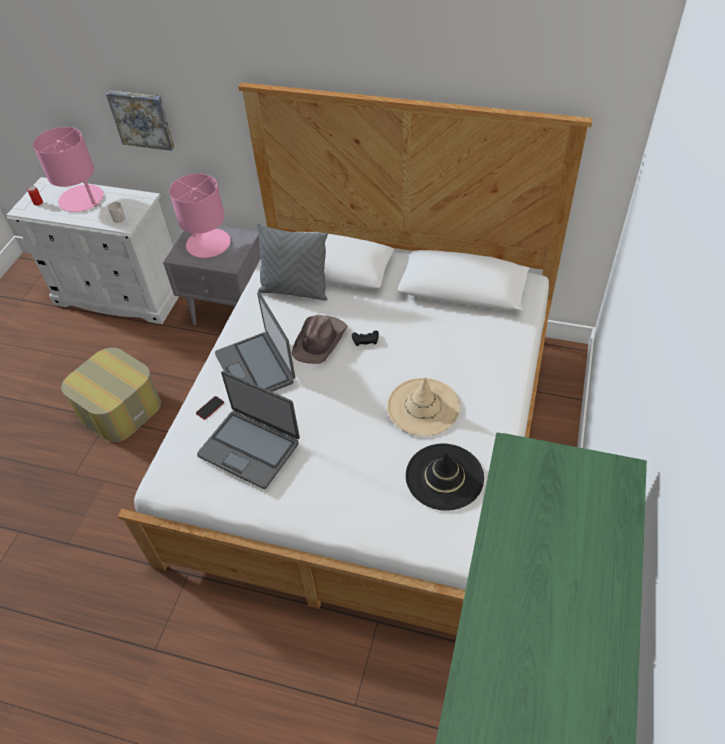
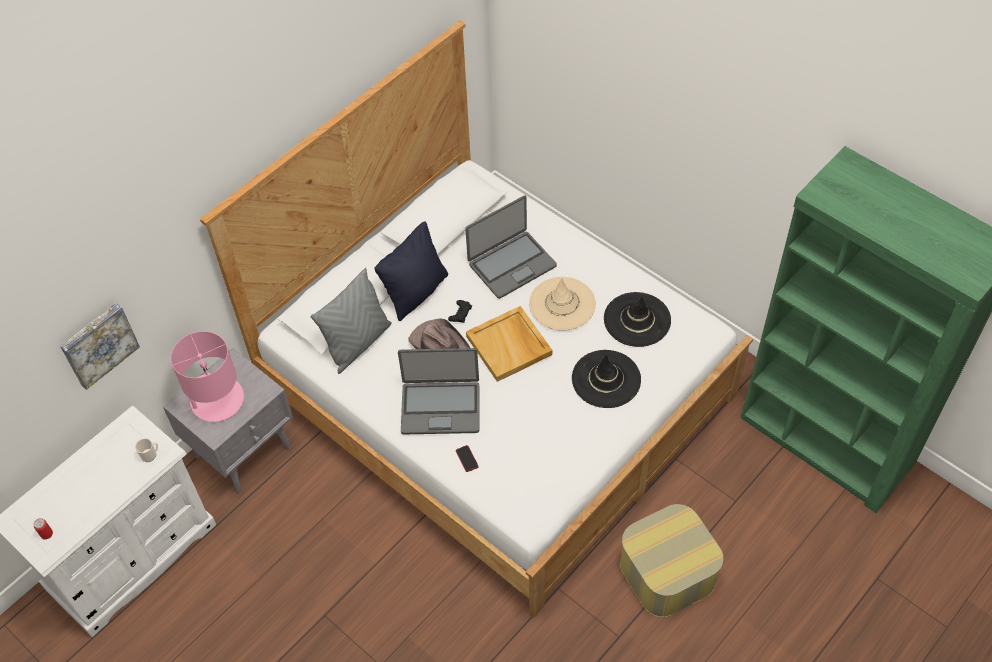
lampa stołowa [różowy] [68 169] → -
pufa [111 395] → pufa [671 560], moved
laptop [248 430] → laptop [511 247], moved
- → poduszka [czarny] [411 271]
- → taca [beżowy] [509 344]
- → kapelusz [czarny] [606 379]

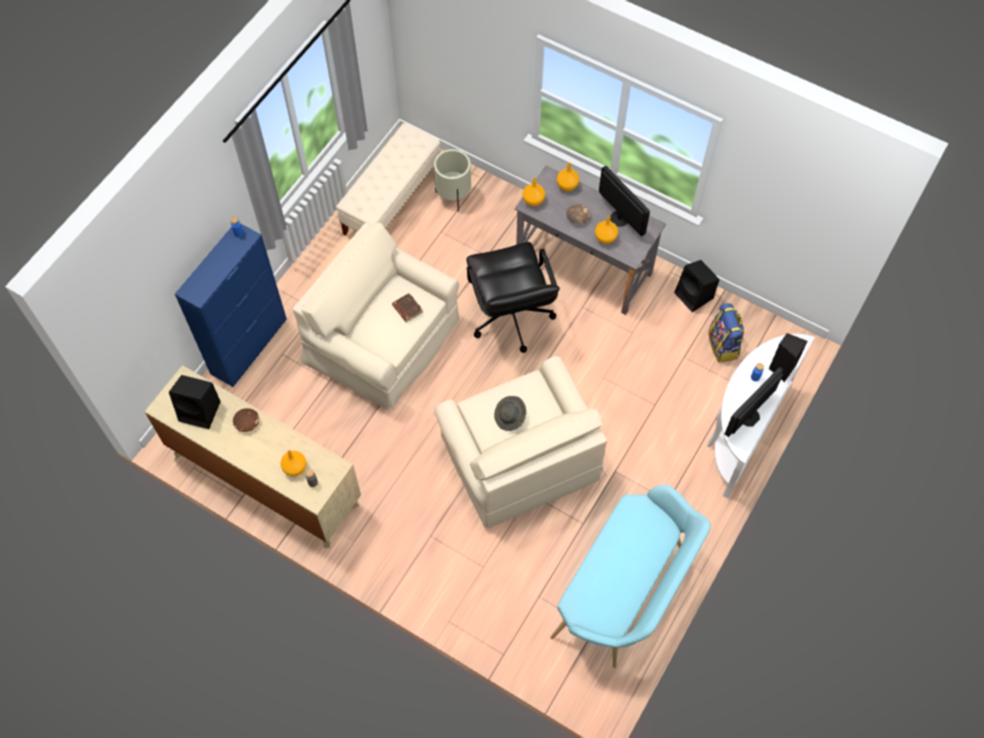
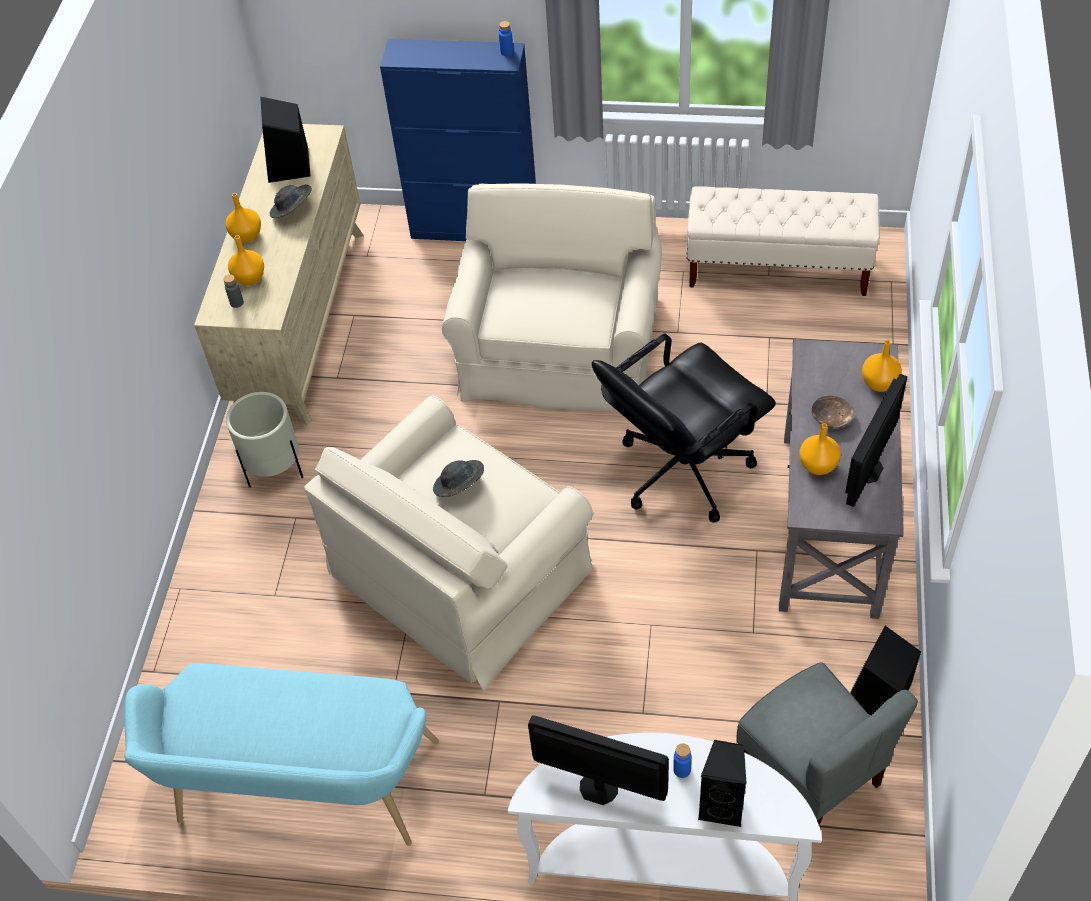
miska [brązowy] [246 420] → kapelusz [szary] [291 201]
książka [brązowy] [407 307] → -
donica [beżowy] [452 180] → donica [beżowy] [264 439], moved
wazon [pomarańczowy] [534 192] → wazon [pomarańczowy] [243 218], moved
plecak [726 332] → krzesło [szary] [827 744]

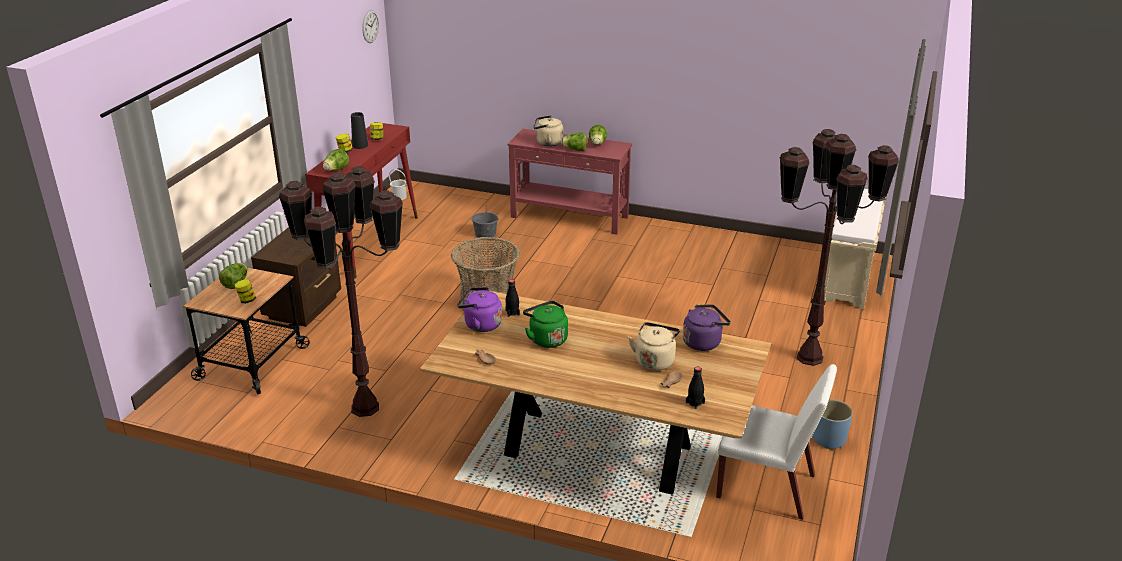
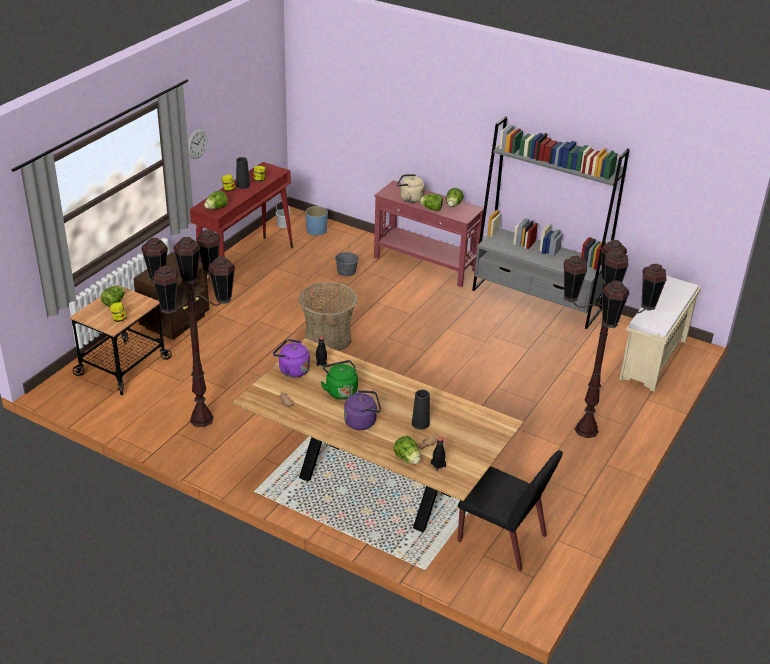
zegar ścienny [370 26] → zegar ścienny [197 144], moved
czajnik [beżowy] [654 346] → wazon [czarny] [421 410]
czajnik [fioletowy] [707 328] → czajnik [fioletowy] [362 410], moved
krzesło [biały] [776 442] → krzesło [czarny] [510 510]
donica [niebieski] [833 424] → donica [niebieski] [316 221], moved
- → sałata [407 450]
- → regał [szary] [551 222]

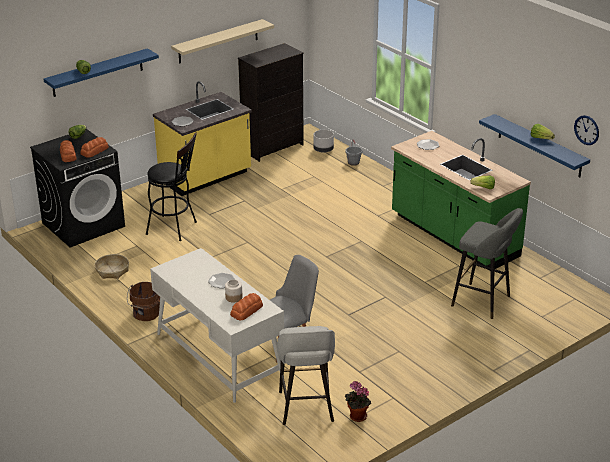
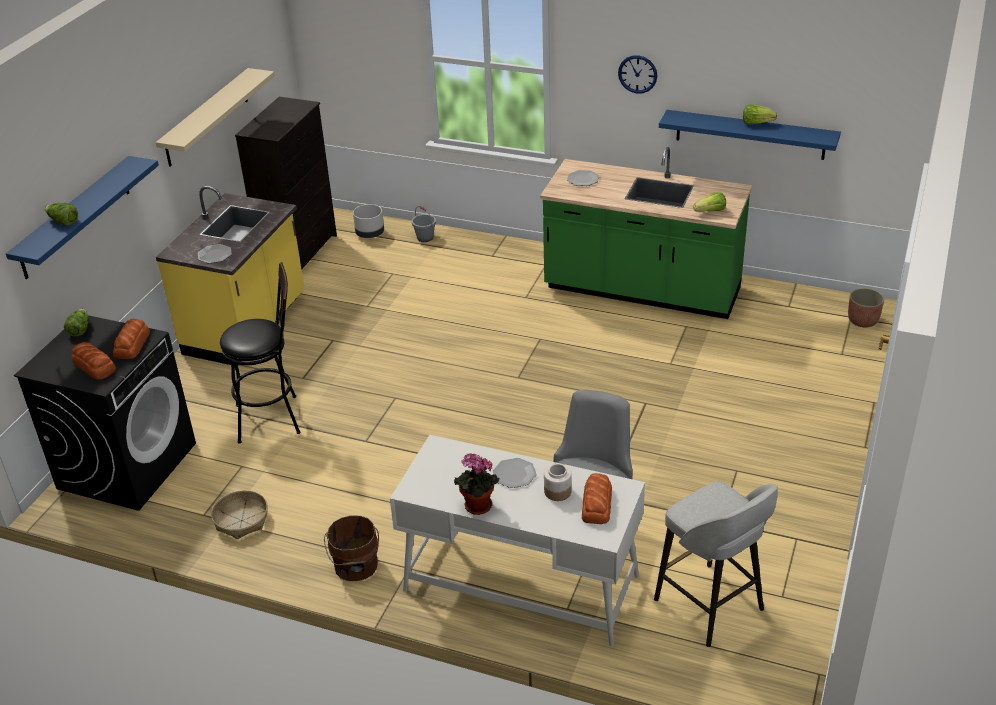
roślina doniczkowa [358 401] → roślina doniczkowa [477 484], moved
stołek [szary] [487 263] → -
zegar ścienny [586 130] → zegar ścienny [637 74], moved
- → donica [866 307]

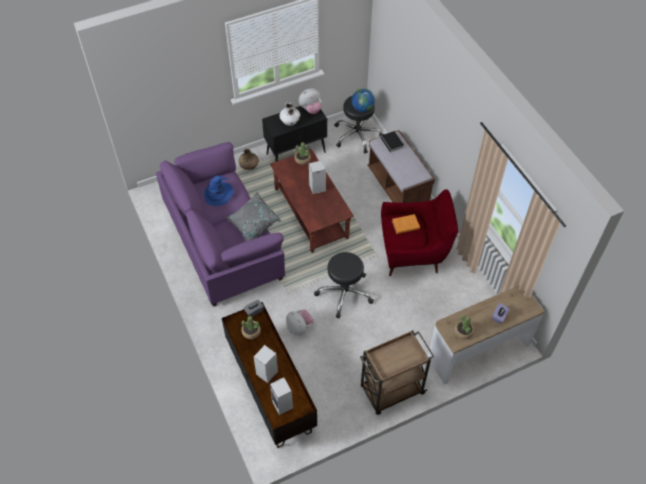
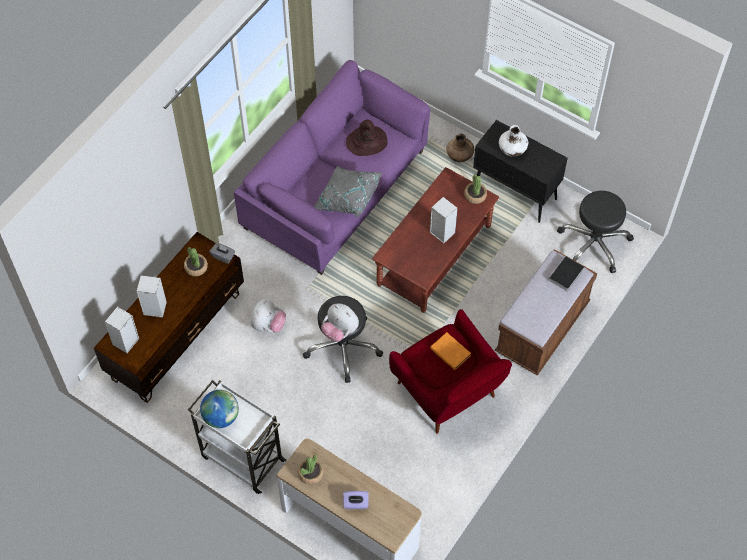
kapelusz [niebieski] [219 191] → kapelusz [brązowy] [367 138]
pluszak [310 101] → pluszak [340 322], moved
globus [363 100] → globus [219 409], moved
wózek [brązowy] [397 372] → wózek [biały] [237 437]

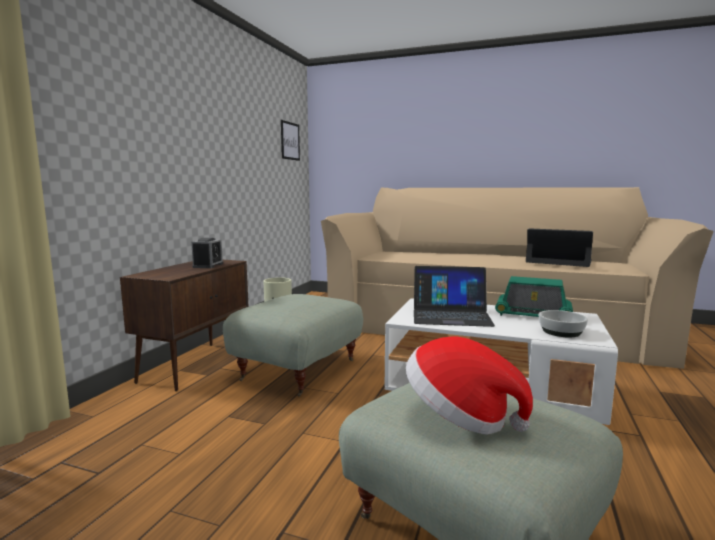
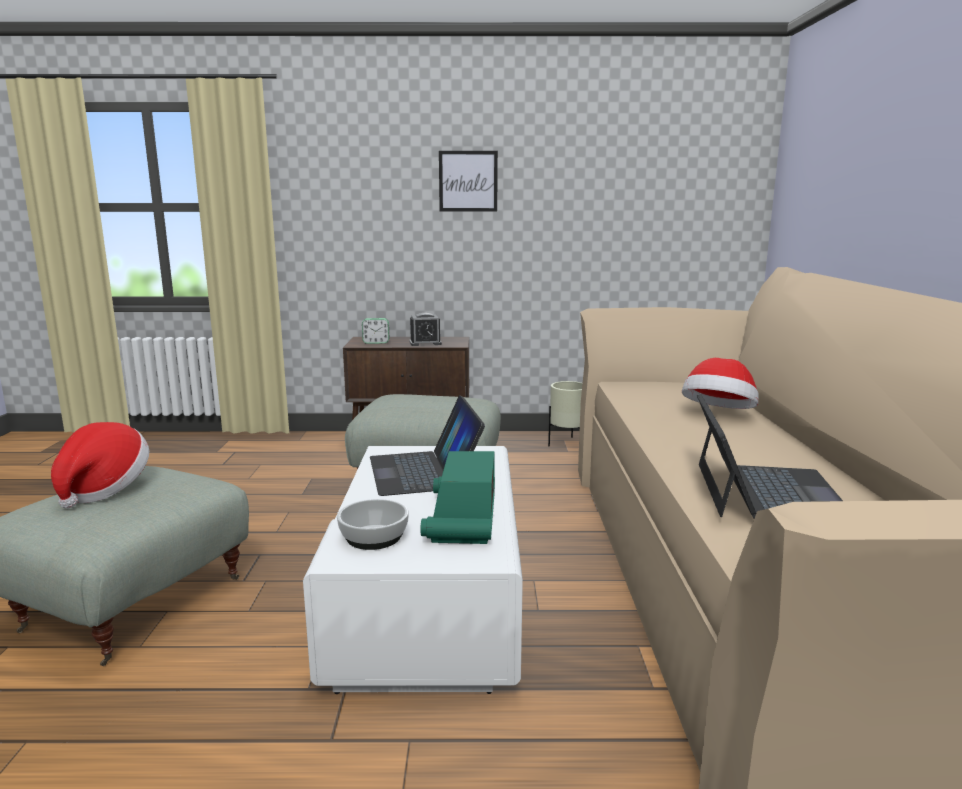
obraz [290 140] → obraz [468 181], moved
- → budzik [375 331]
- → kapelusz [720 383]

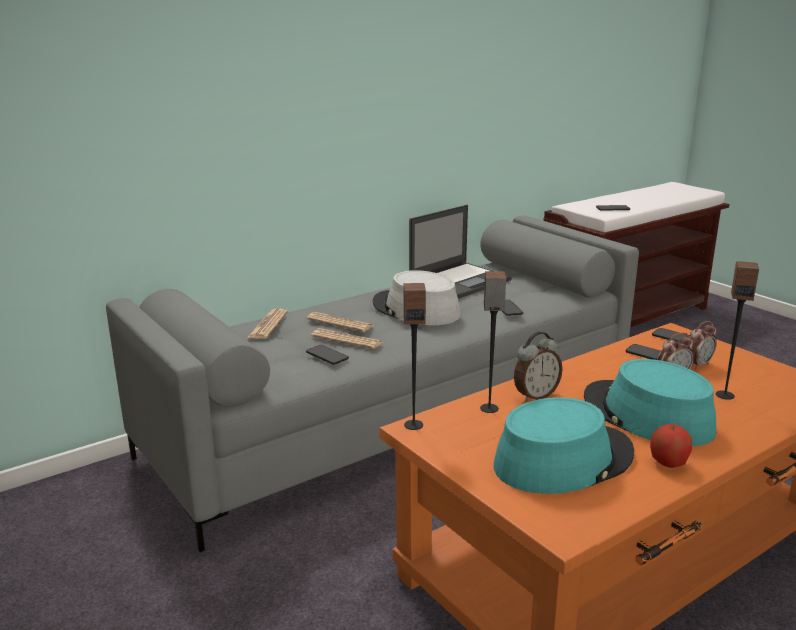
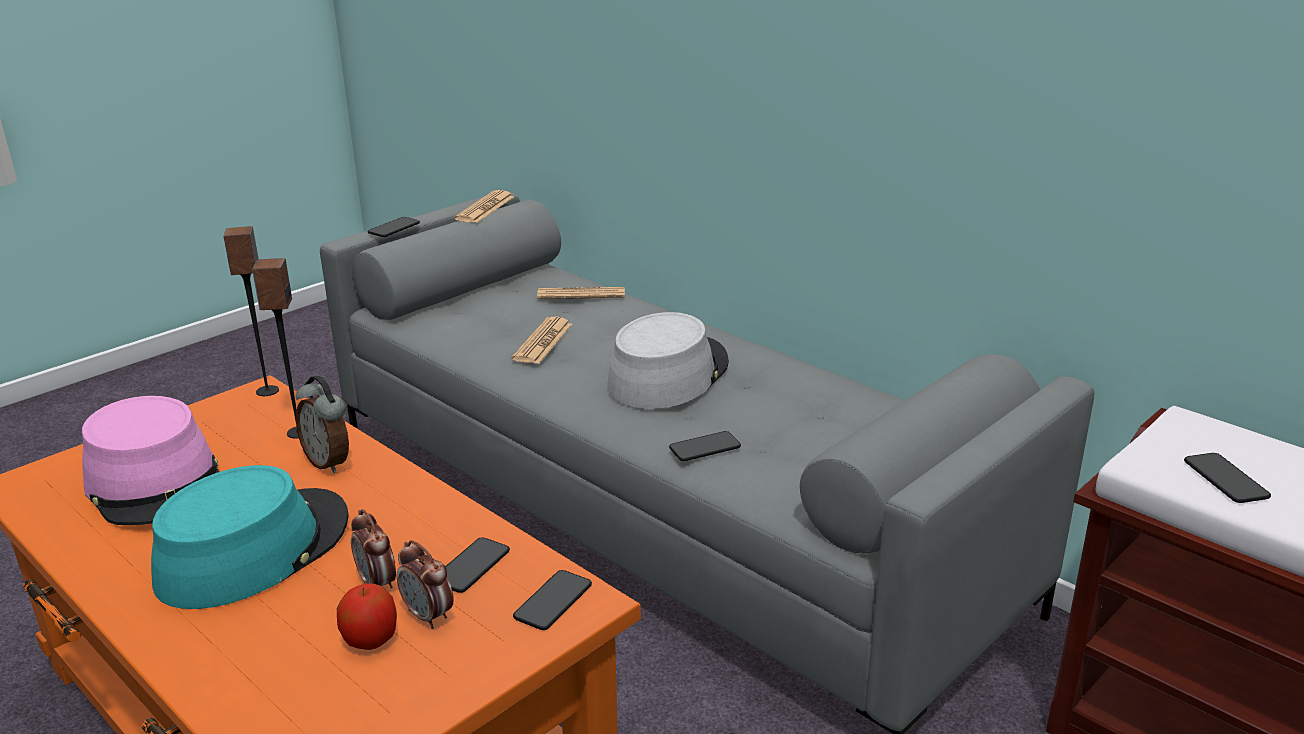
gazeta [339 322] → gazeta [484 206], moved
telefon [327 355] → telefon [394 227], moved
laptop [460 252] → -
kapelusz [turkusowy] [564 445] → kapelusz [różowy] [151 460]
jabłko [671 446] → jabłko [367 617], moved
głośnik [737 330] → -

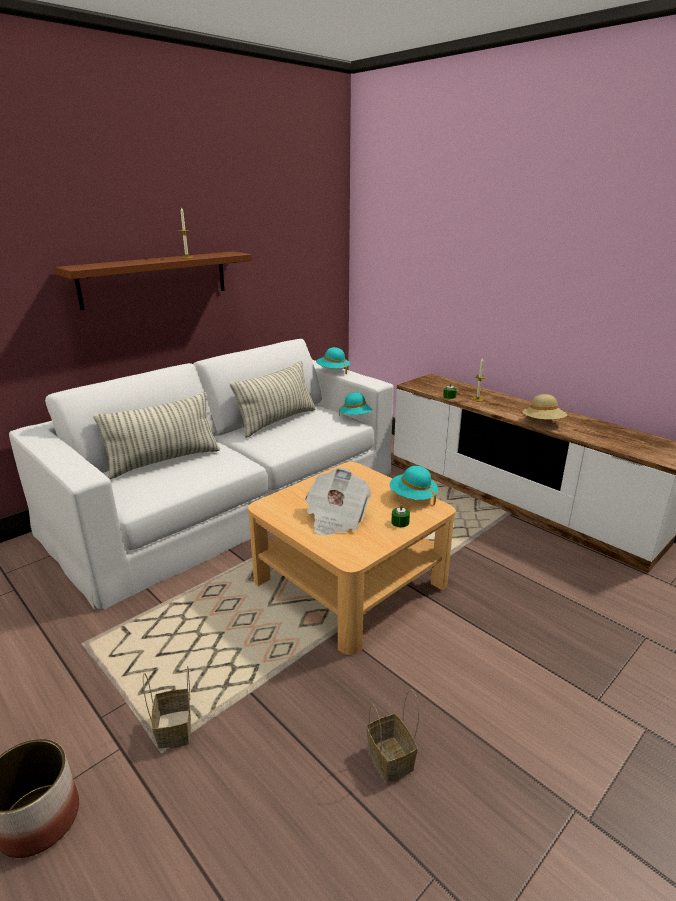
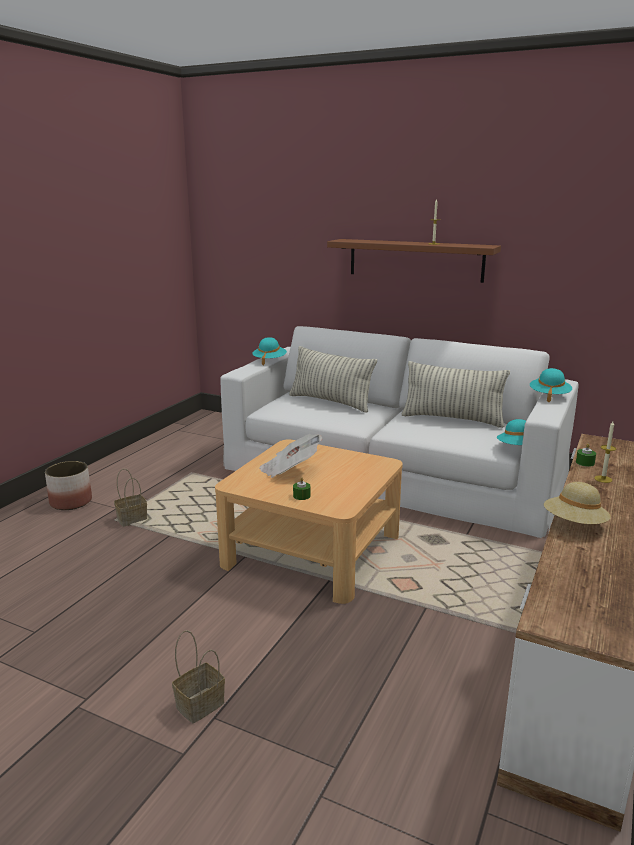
koszyk [392 736] → koszyk [198 676], moved
kapelusz [turkusowy] [414 485] → kapelusz [turkusowy] [269 351], moved

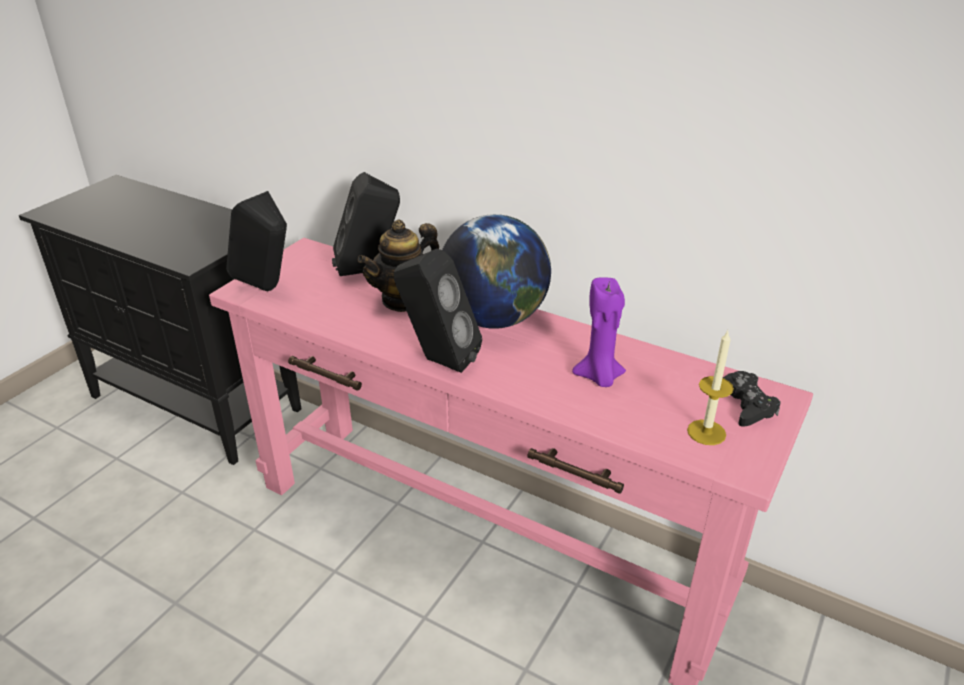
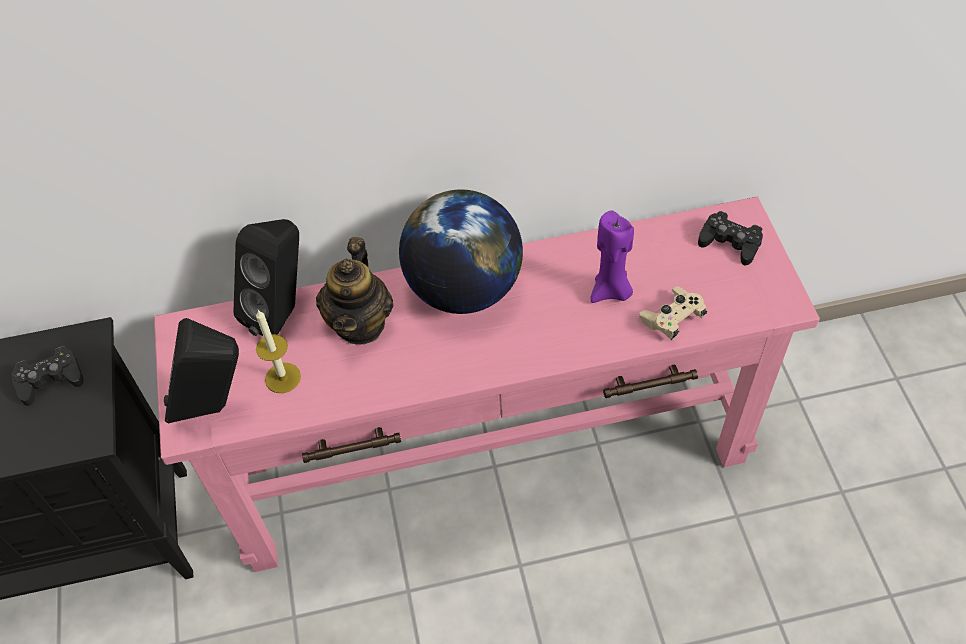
głośnik [czarny] [438 311] → -
świeca [710 388] → świeca [278 351], moved
- → pad do gier [czarny] [47 376]
- → pad do gier [beżowy] [673 313]

